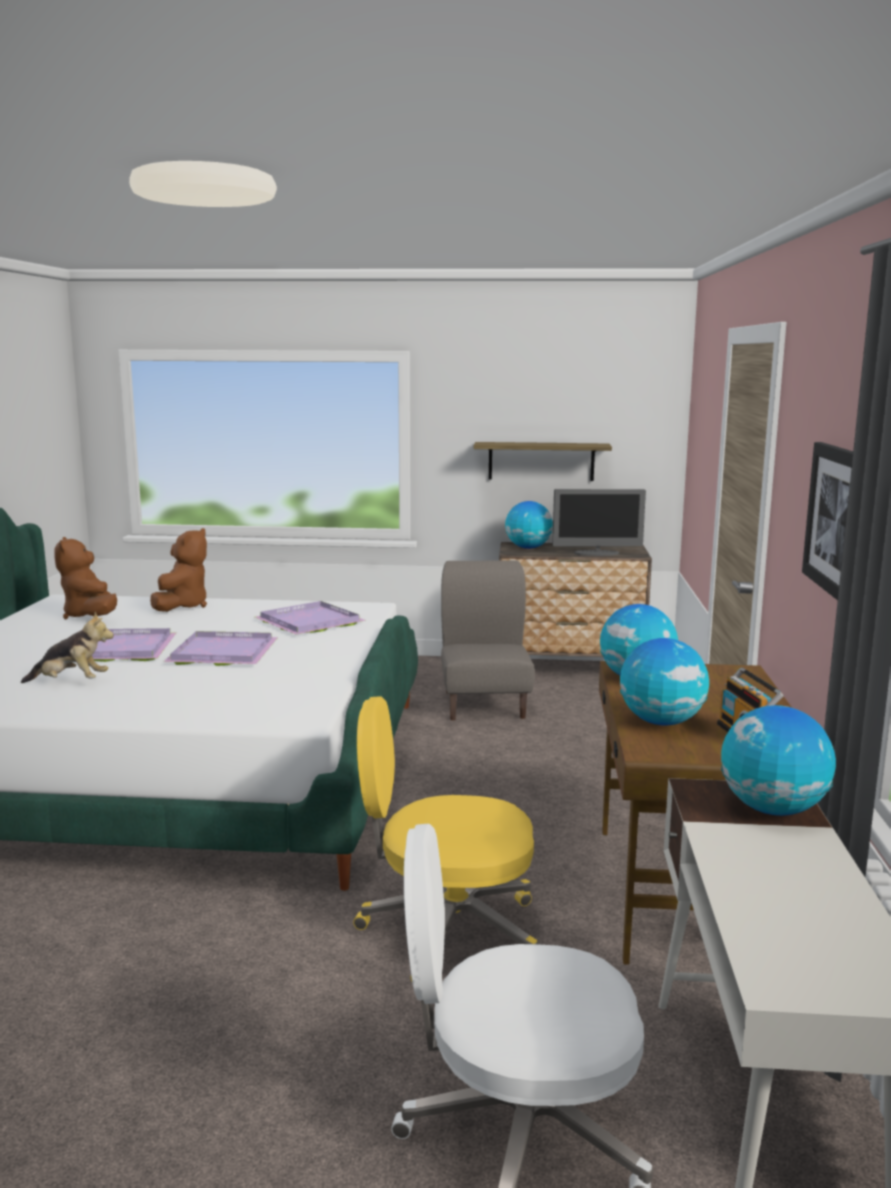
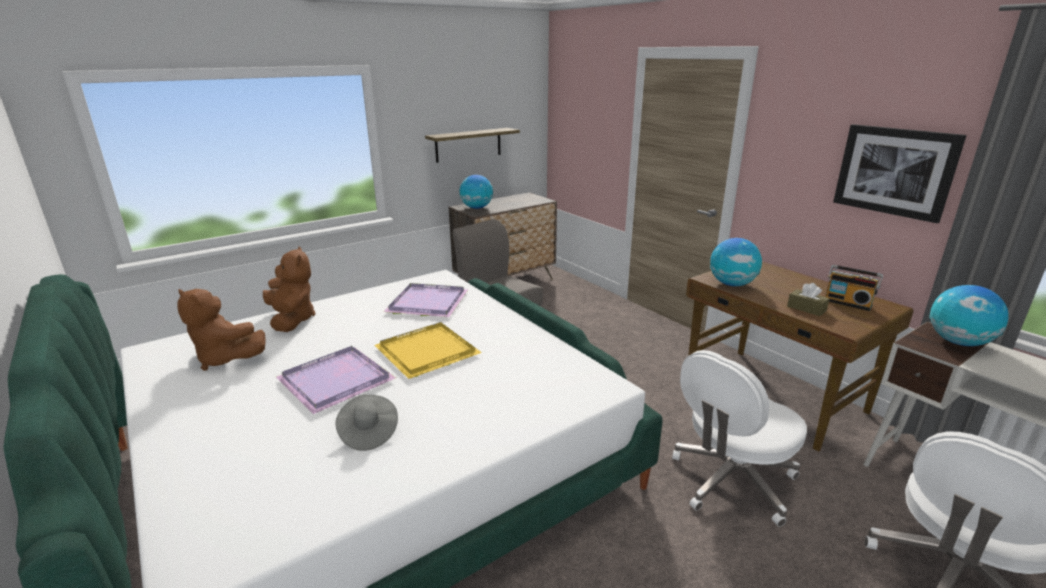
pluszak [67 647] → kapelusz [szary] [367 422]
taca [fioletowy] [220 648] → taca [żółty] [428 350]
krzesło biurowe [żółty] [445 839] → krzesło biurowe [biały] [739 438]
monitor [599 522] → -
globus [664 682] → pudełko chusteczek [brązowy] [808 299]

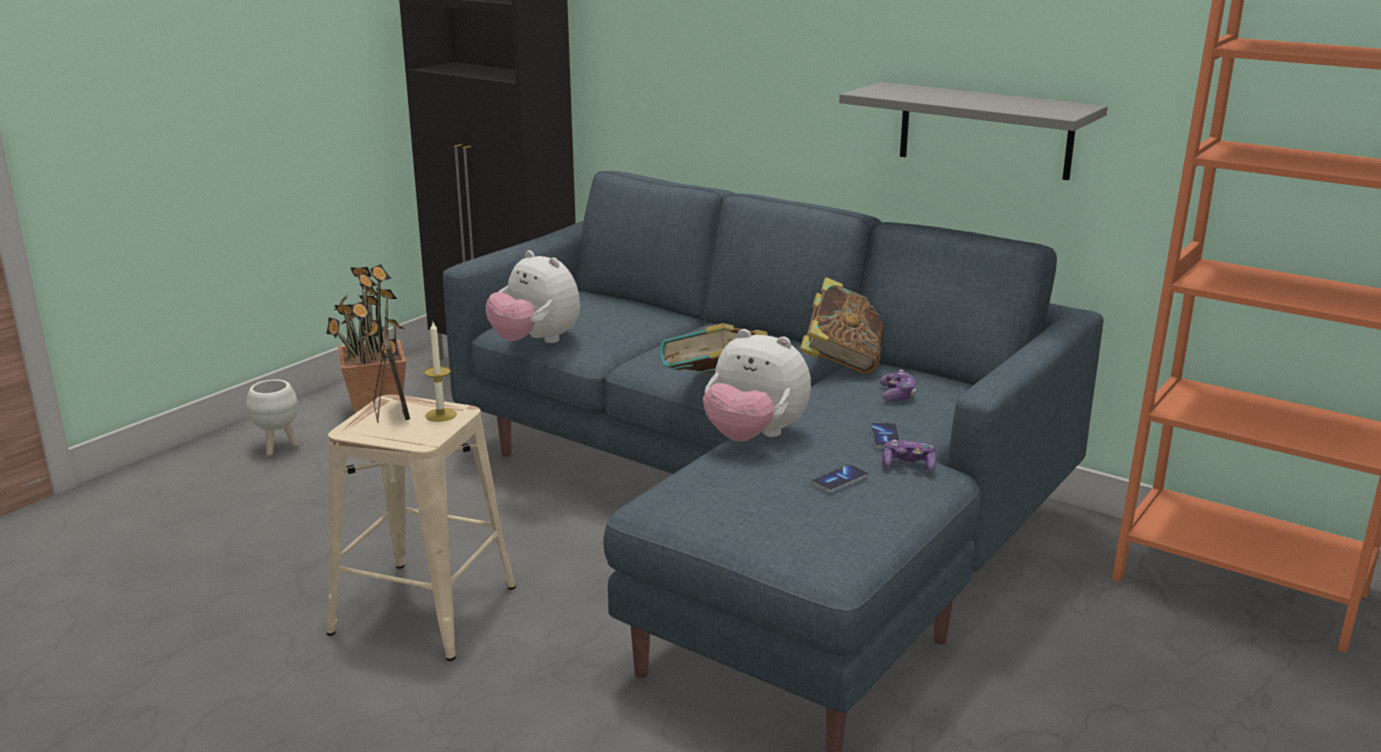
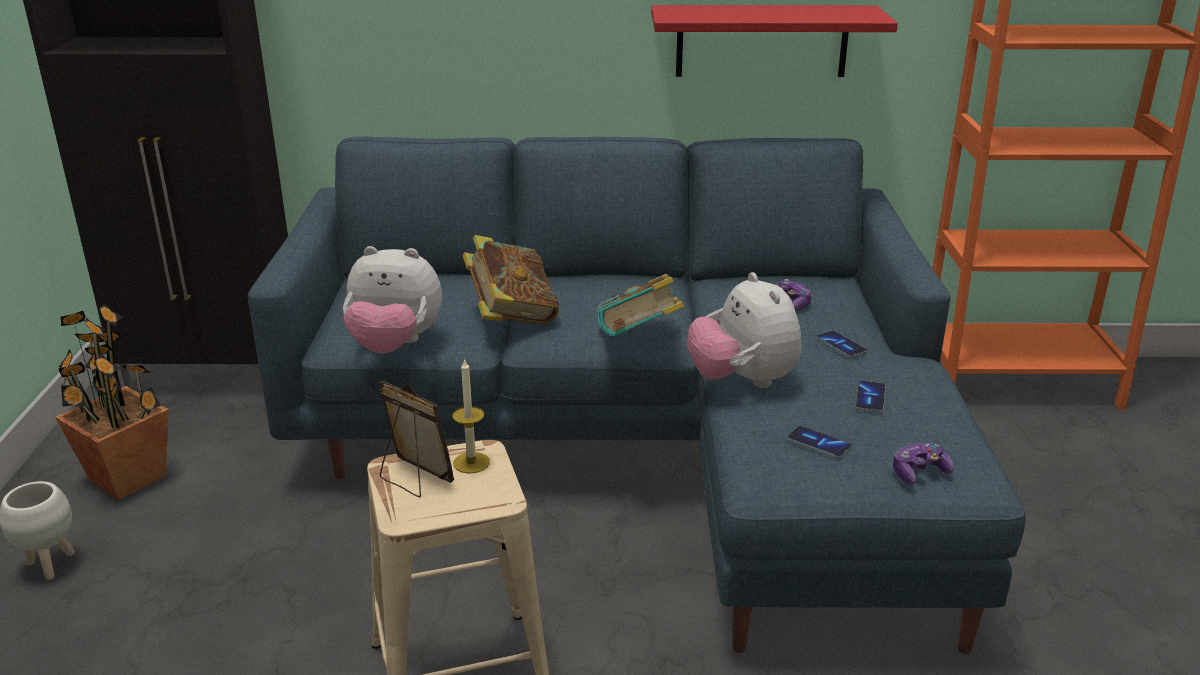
pluszak [757 385] → pluszak [744 330], 75 degrees clockwise
książka [842 325] → książka [510 280], moved
półka [szary] [973 131] → półka [czerwony] [774 41]
pad do gier [909 456] → pad do gier [923 464], moved
- → telefon [819 442]

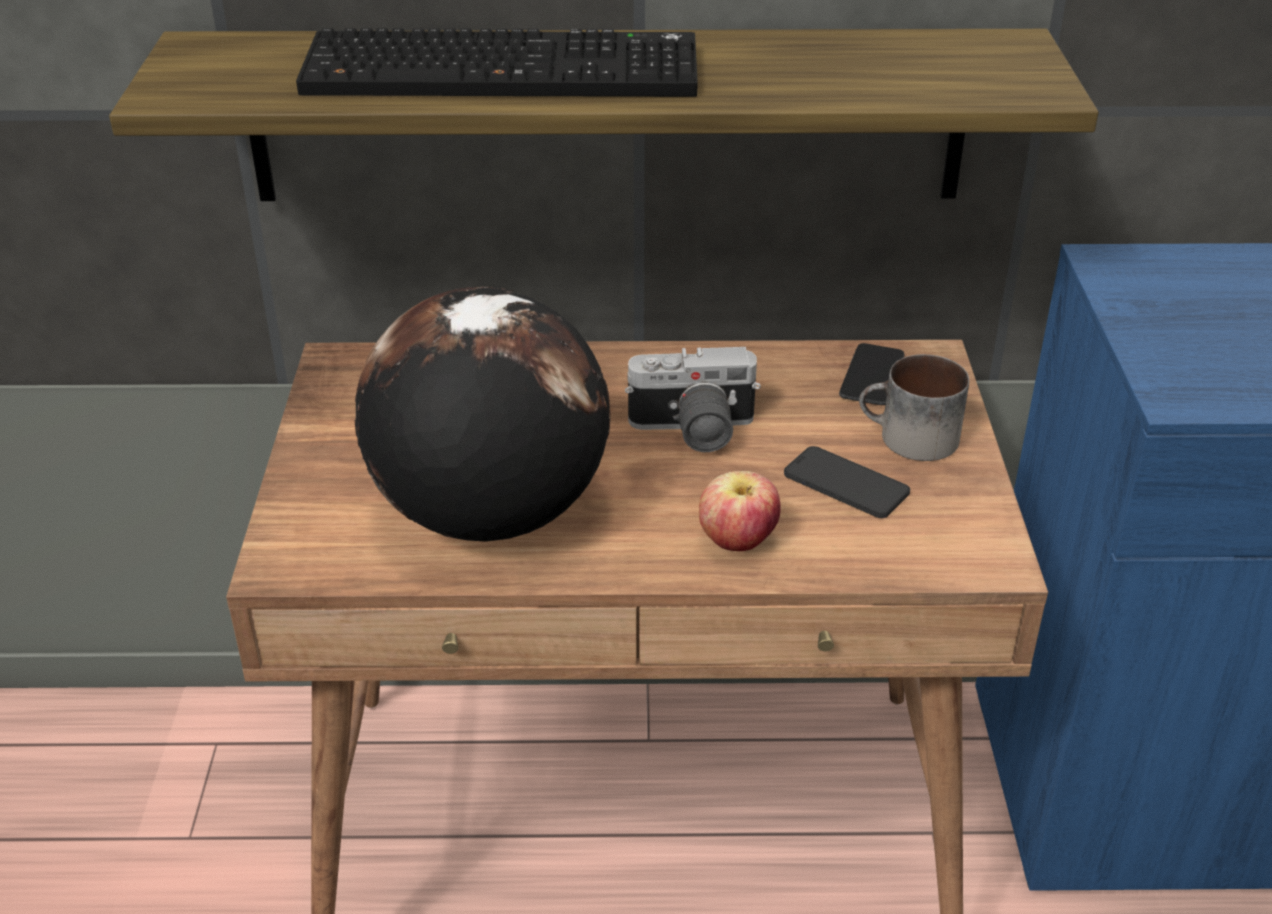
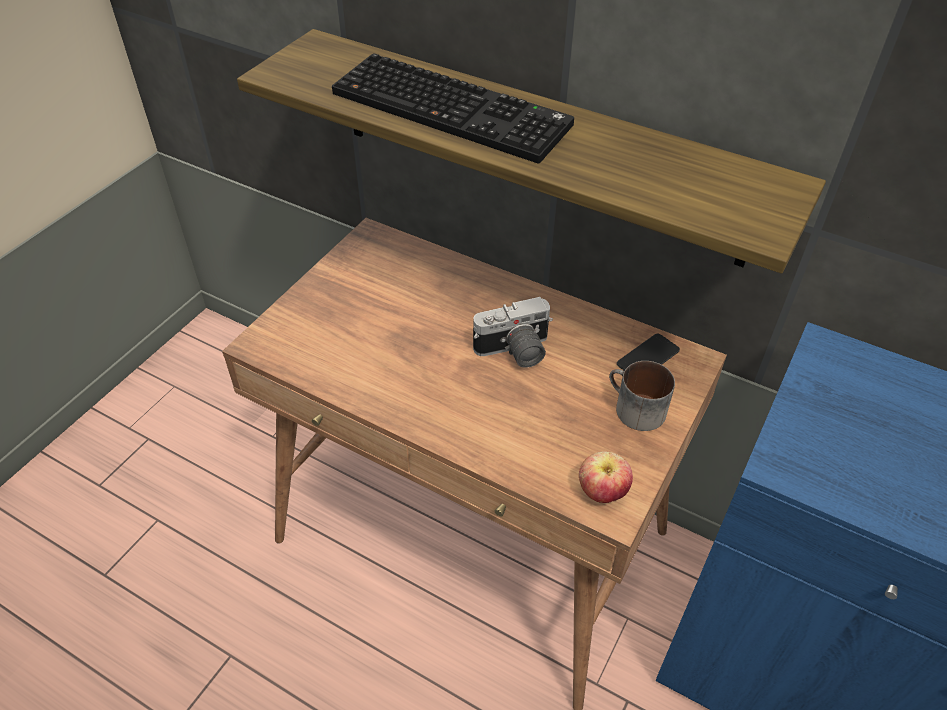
globus [483 414] → -
aparat fotograficzny [693 399] → aparat fotograficzny [513 332], 45 degrees counterclockwise
jabłko [740 511] → jabłko [606 477], moved
telefon [847 482] → -

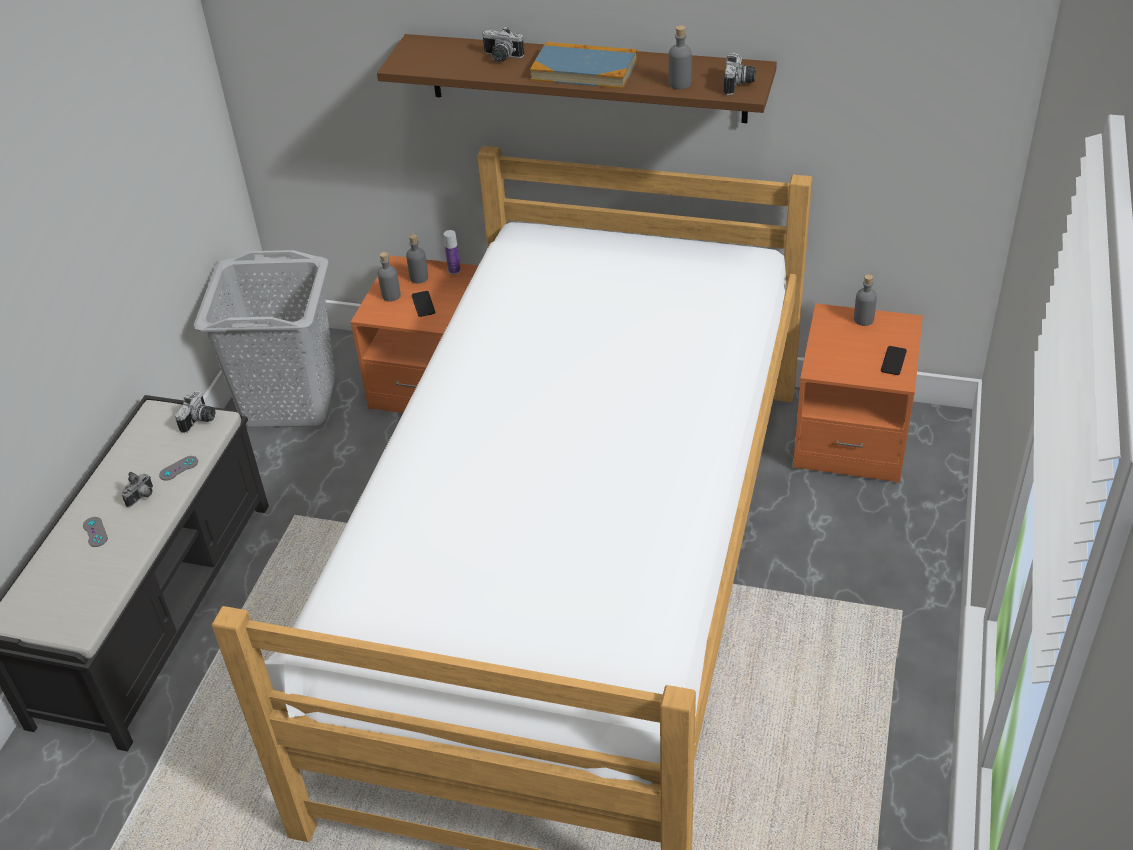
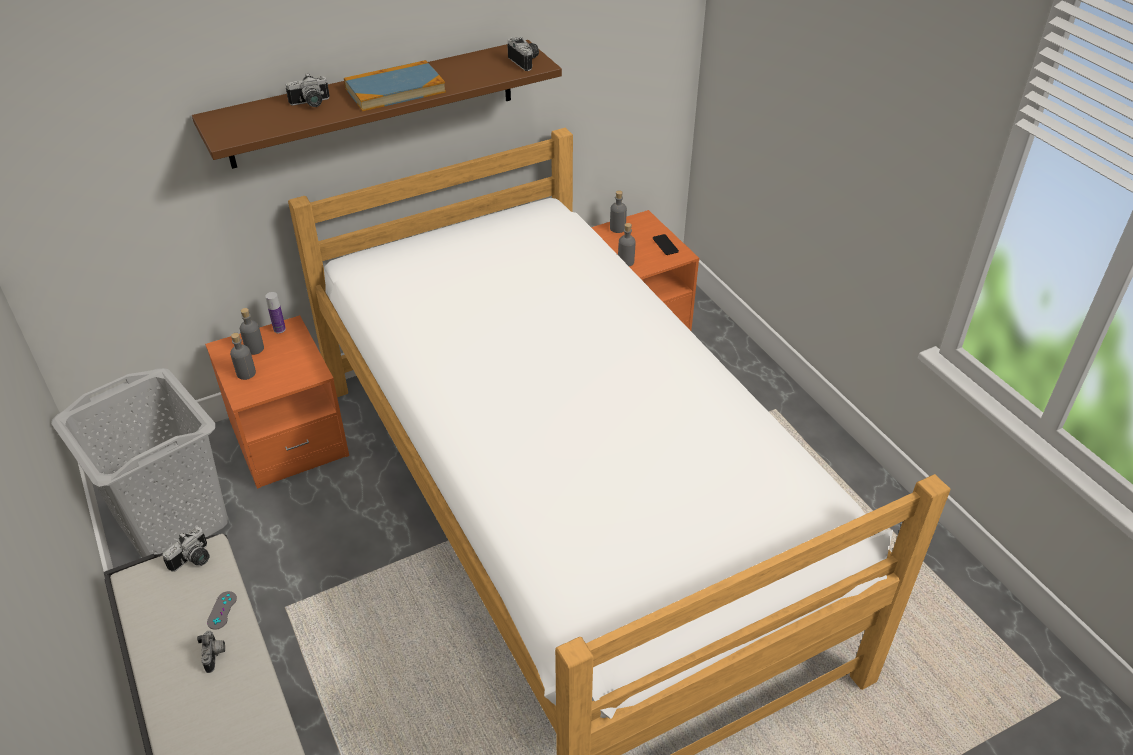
pad do gier [szary] [95 532] → -
aparat fotograficzny [195 412] → aparat fotograficzny [186 549], 60 degrees clockwise
telefon [423 304] → -
butelka [szary] [680 57] → butelka [szary] [627 244], moved

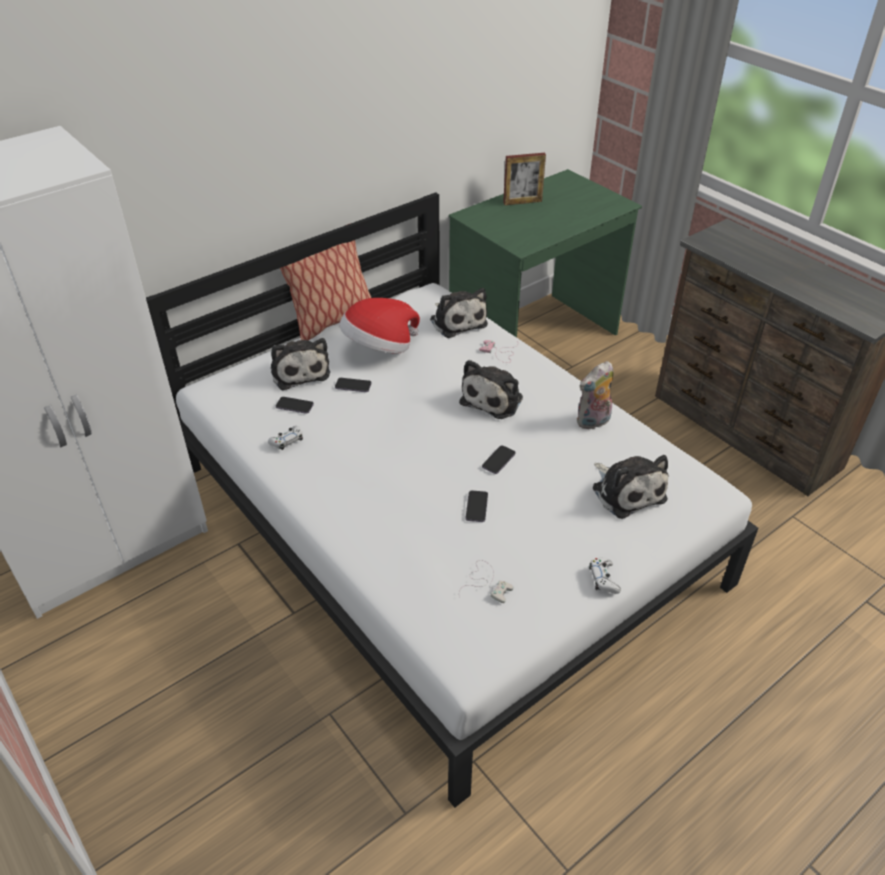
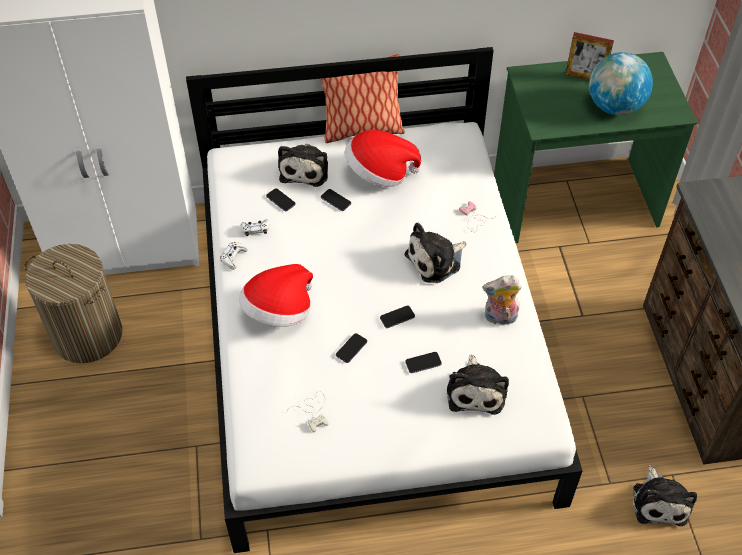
pluszak [459 313] → pluszak [665 495], moved
pad do gier [biały] [605 575] → pad do gier [biały] [233 256], moved
- → kosz na pranie [73 303]
- → kapelusz [276 295]
- → telefon [423 362]
- → globus [621 83]

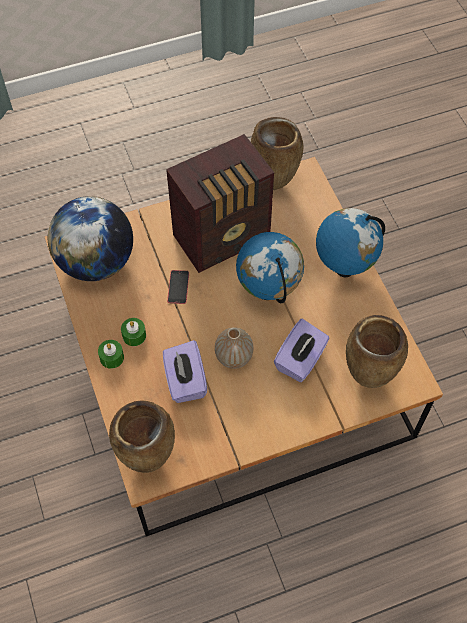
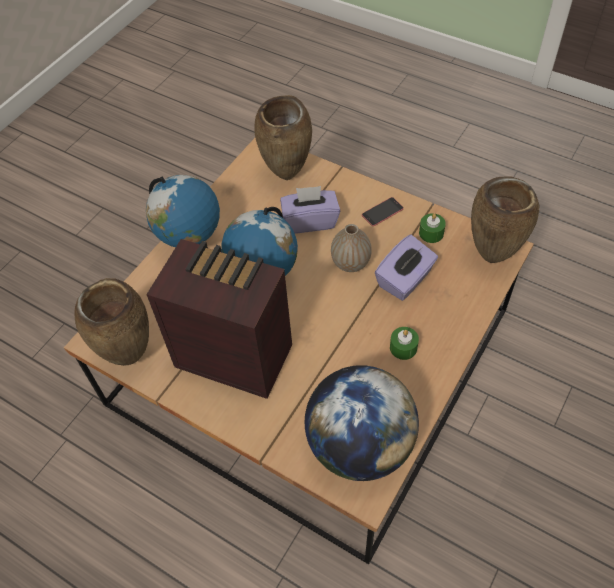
świeca [zielony] [111 354] → świeca [zielony] [432 228], moved
telefon [178 287] → telefon [383 211], moved

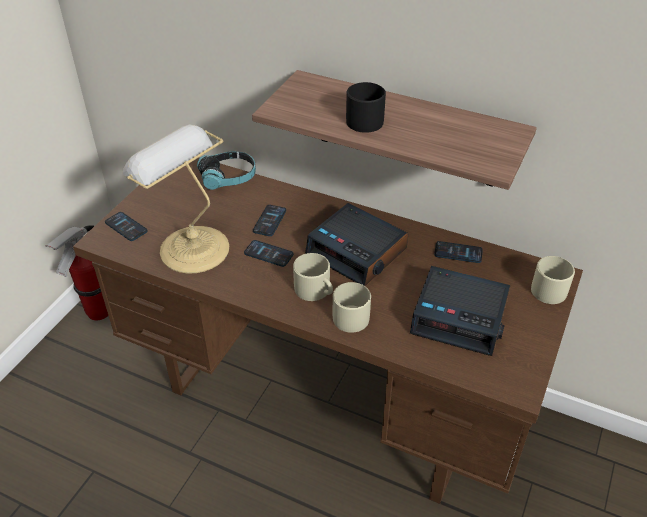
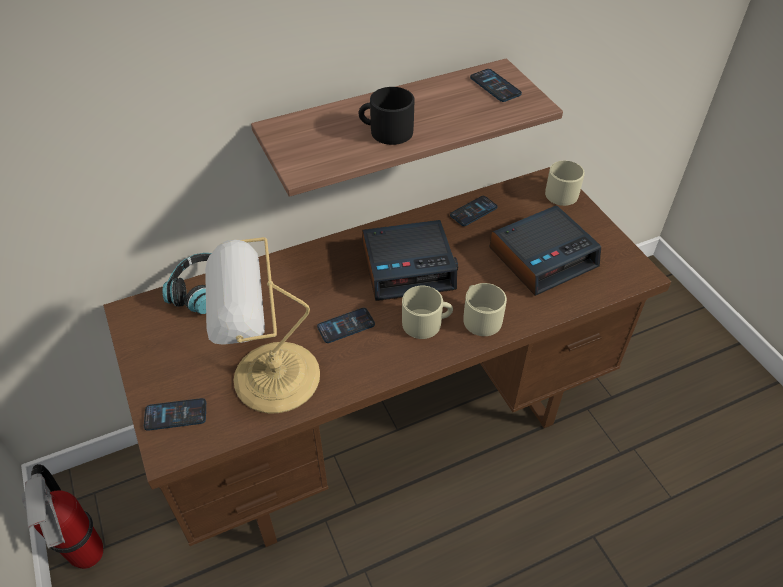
telefon [269 220] → telefon [496 85], moved

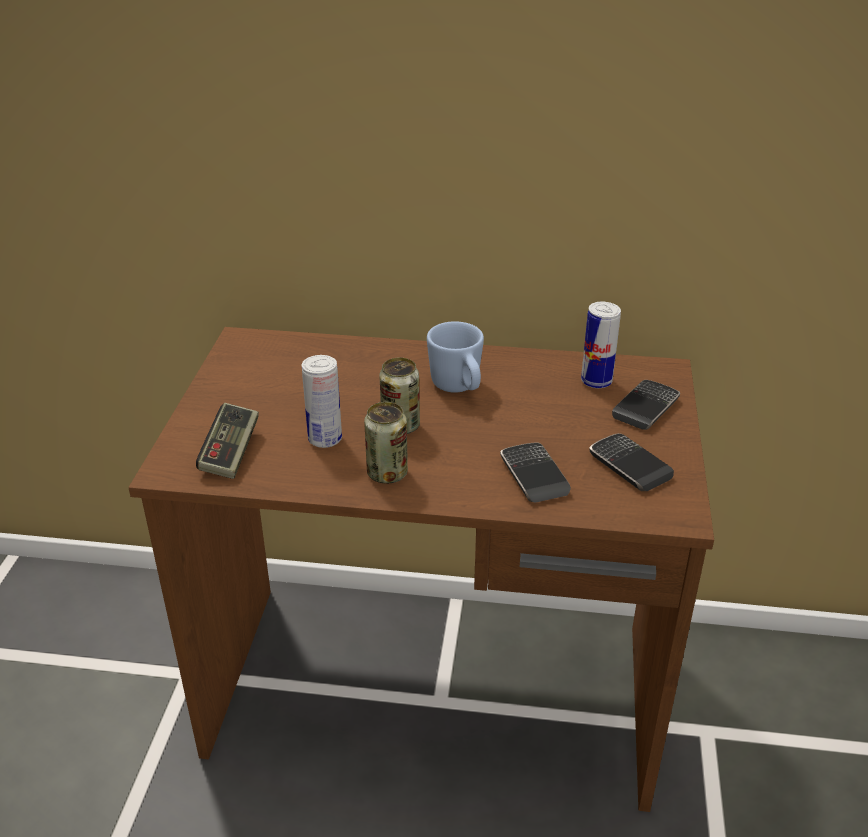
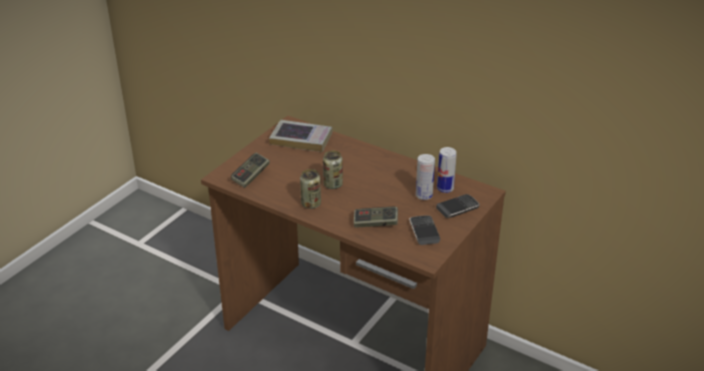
puszka [321 401] → puszka [425 177], moved
kubek [niebieski] [455 357] → -
telefon [535 473] → pad do gier [376 217]
- → książka [300 136]

